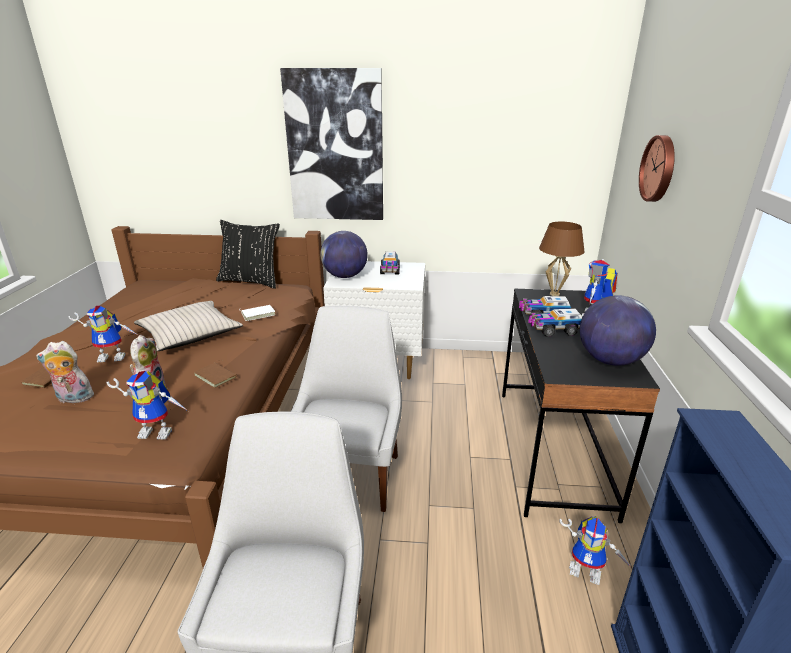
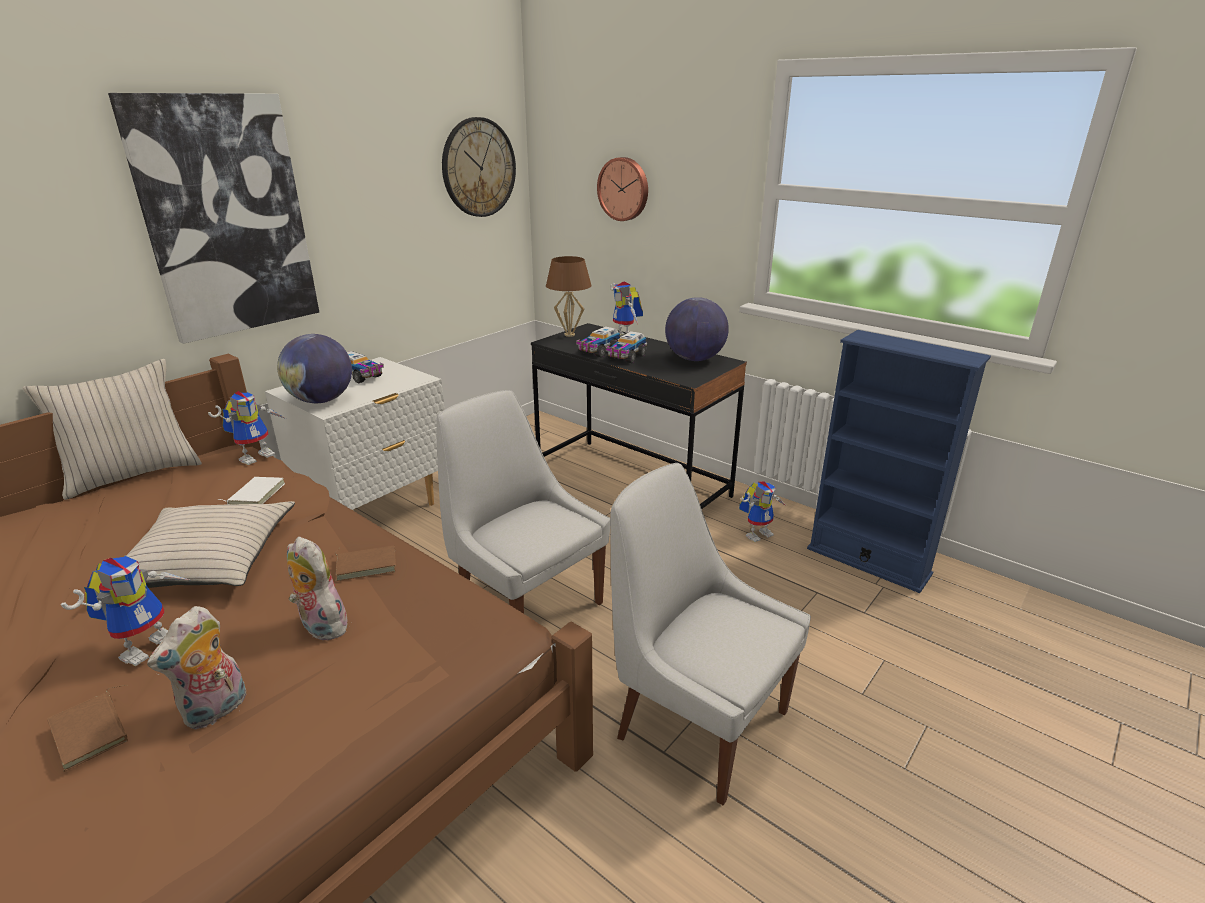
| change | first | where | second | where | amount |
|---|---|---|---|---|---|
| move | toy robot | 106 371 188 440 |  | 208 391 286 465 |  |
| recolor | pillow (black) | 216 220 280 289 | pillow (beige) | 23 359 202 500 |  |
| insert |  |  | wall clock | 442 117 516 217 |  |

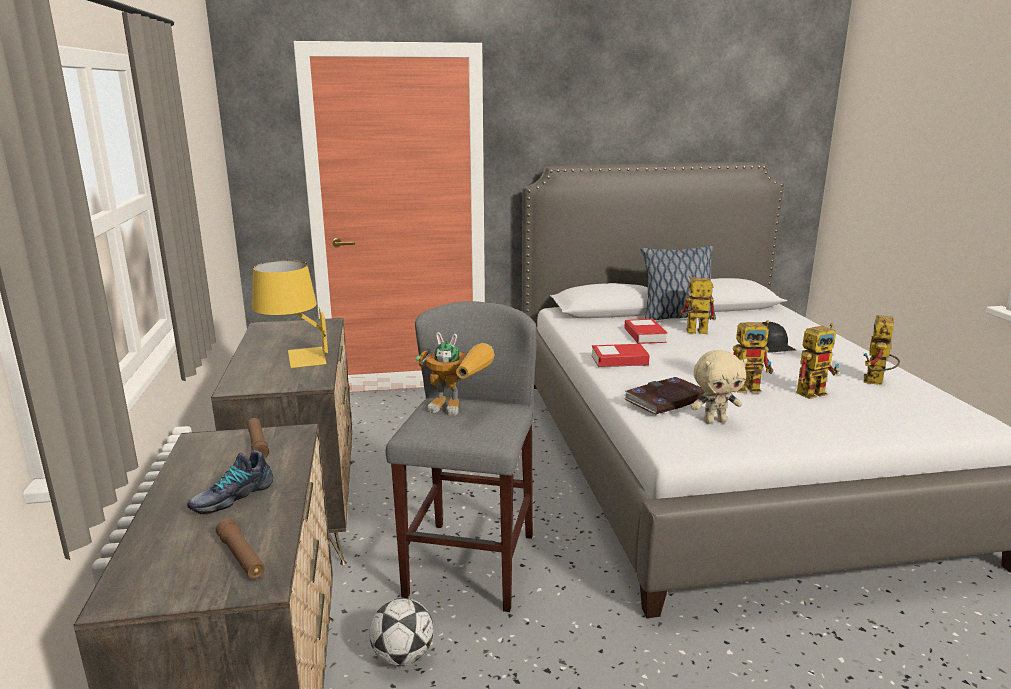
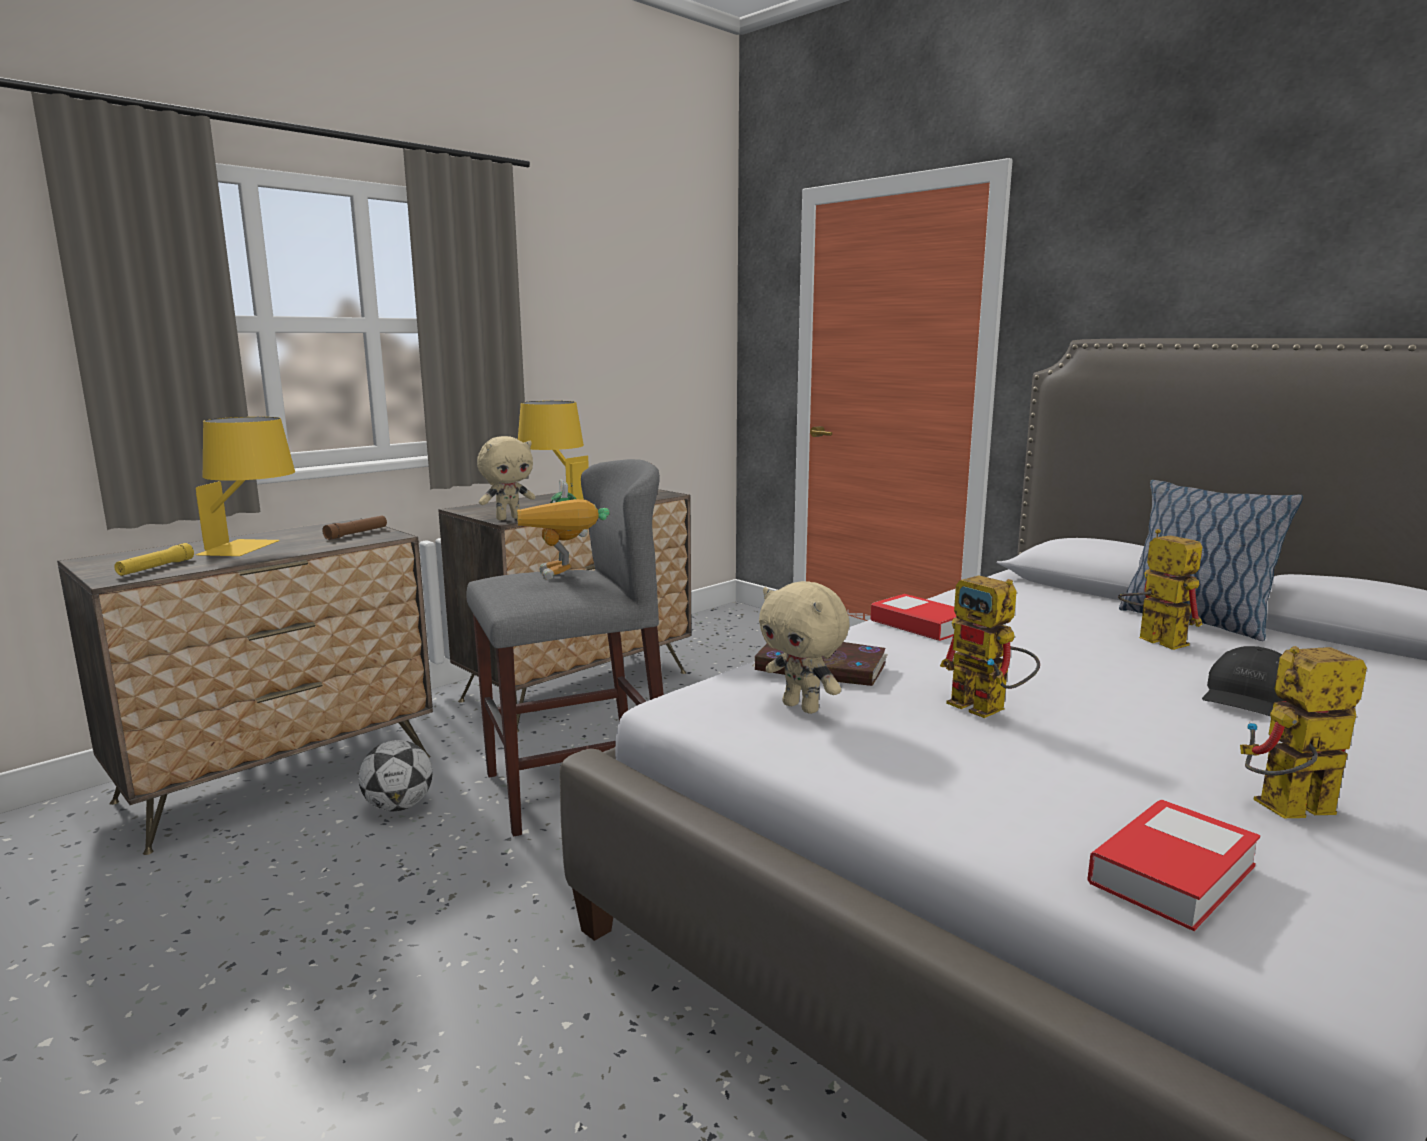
| change | first | where | second | where | amount |
|---|---|---|---|---|---|
| replace | shoe | 187 450 273 515 | table lamp (yellow) | 195 417 295 556 |  |
| recolor | flashlight (brown) | 216 519 265 579 | flashlight (yellow) | 114 543 194 576 |  |
| move | book | 624 319 667 344 |  | 1087 800 1261 931 |  |
| delete | toy robot | 796 323 839 399 |  |  |  |
| insert |  |  | plush toy (beige) | 477 436 535 520 |  |

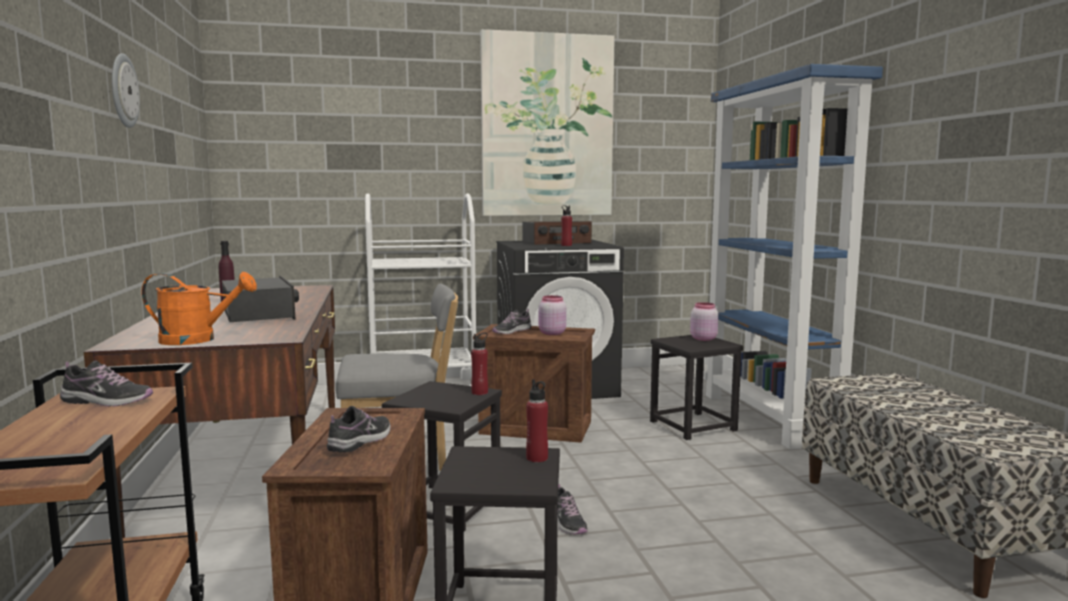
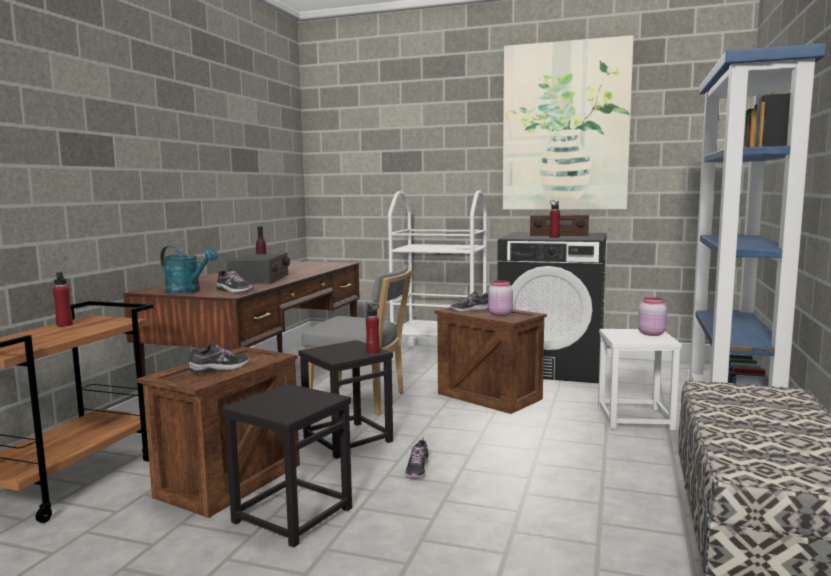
| change | first | where | second | where | amount |
|---|---|---|---|---|---|
| move | shoe | 60 361 153 407 |  | 216 268 254 293 |  |
| delete | wall clock | 112 53 140 128 |  |  |  |
| recolor | watering can (orange) | 141 272 257 345 | watering can (turquoise) | 160 246 218 294 |  |
| move | bottle (red) | 526 379 548 462 |  | 53 272 73 327 |  |
| recolor | stool (black) | 650 335 743 440 | stool (white) | 598 329 682 430 |  |

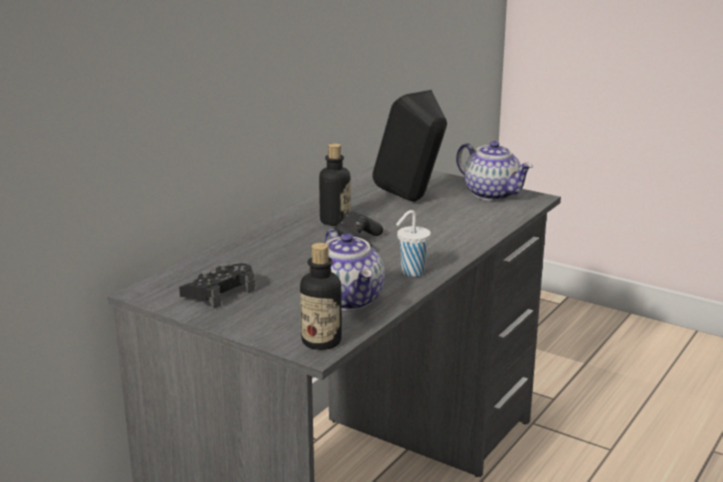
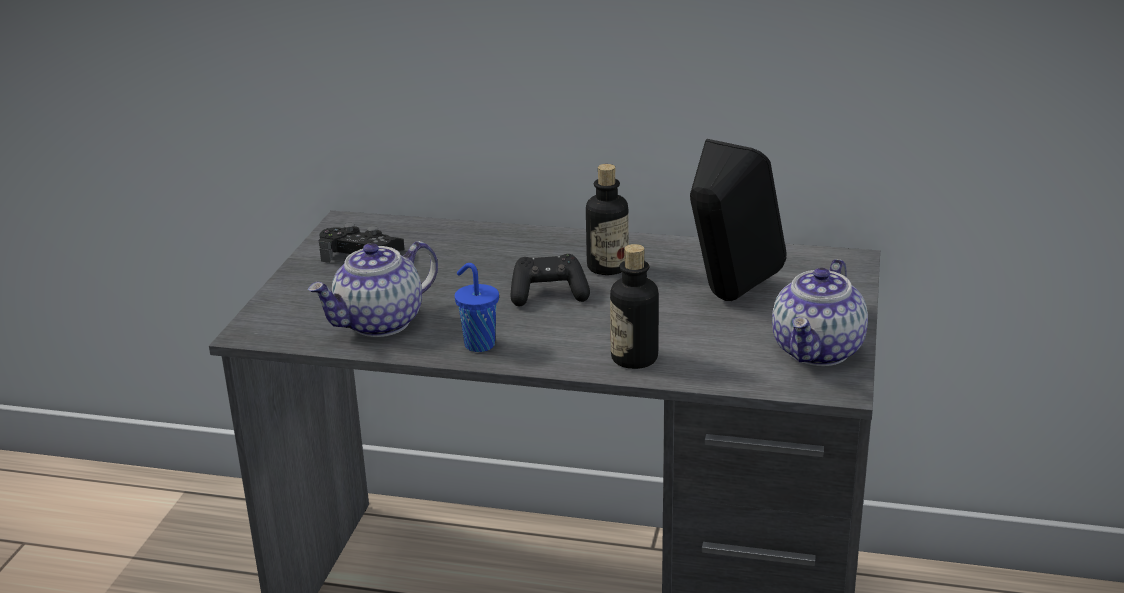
| change | first | where | second | where | amount |
|---|---|---|---|---|---|
| move | bottle | 300 243 342 350 |  | 610 244 659 369 |  |
| recolor | cup (white) | 396 210 431 277 | cup (blue) | 455 263 499 352 |  |

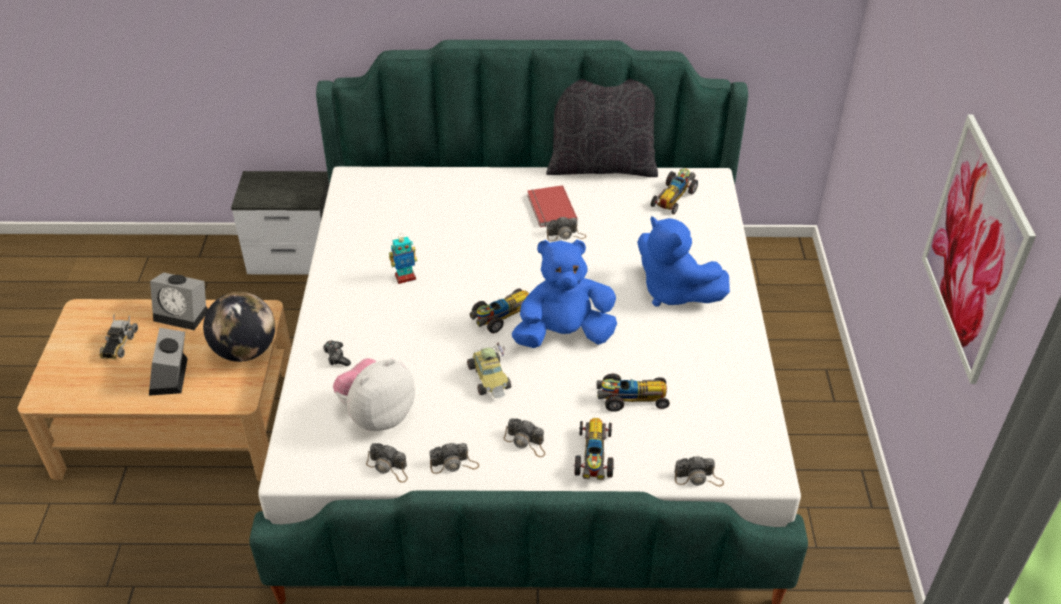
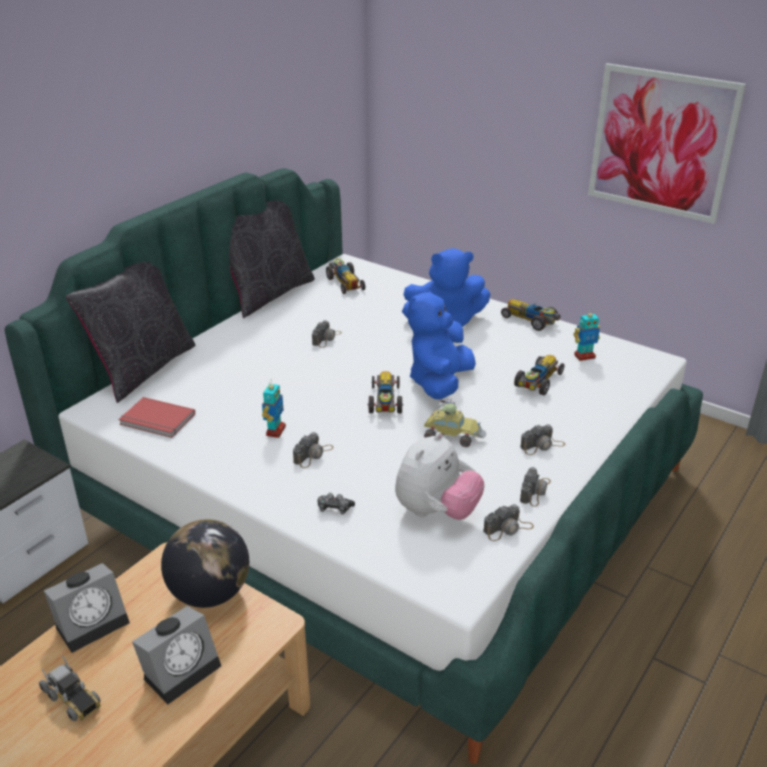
| change | first | where | second | where | amount |
|---|---|---|---|---|---|
| rotate | alarm clock | 149 328 188 396 |  | 132 606 221 704 | 75 degrees counterclockwise |
| rotate | plush toy | 333 358 415 431 |  | 395 432 484 520 | 135 degrees counterclockwise |
| move | book (red) | 527 185 577 227 |  | 118 397 195 438 |  |
| move | toy car | 573 418 615 480 |  | 501 299 560 331 |  |
| move | photo camera | 675 456 724 487 |  | 293 432 334 468 |  |
| insert |  |  | pillow (black) | 66 262 195 403 |  |
| insert |  |  | toy robot | 574 312 600 361 |  |

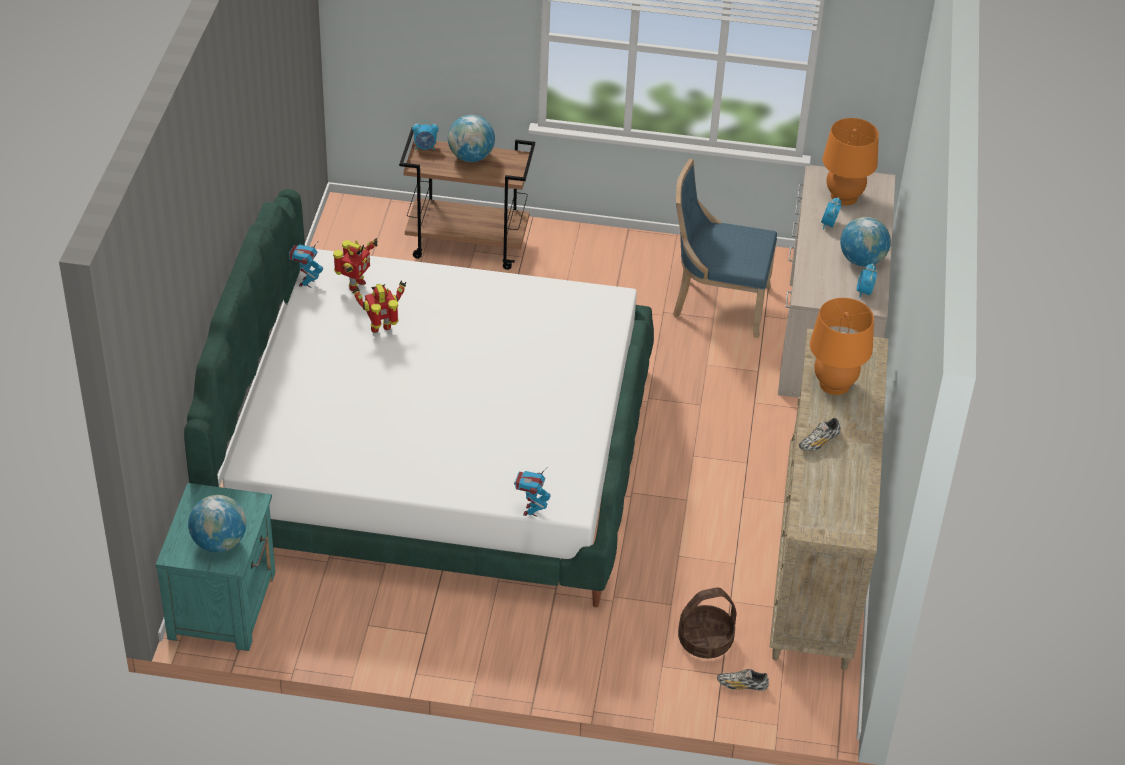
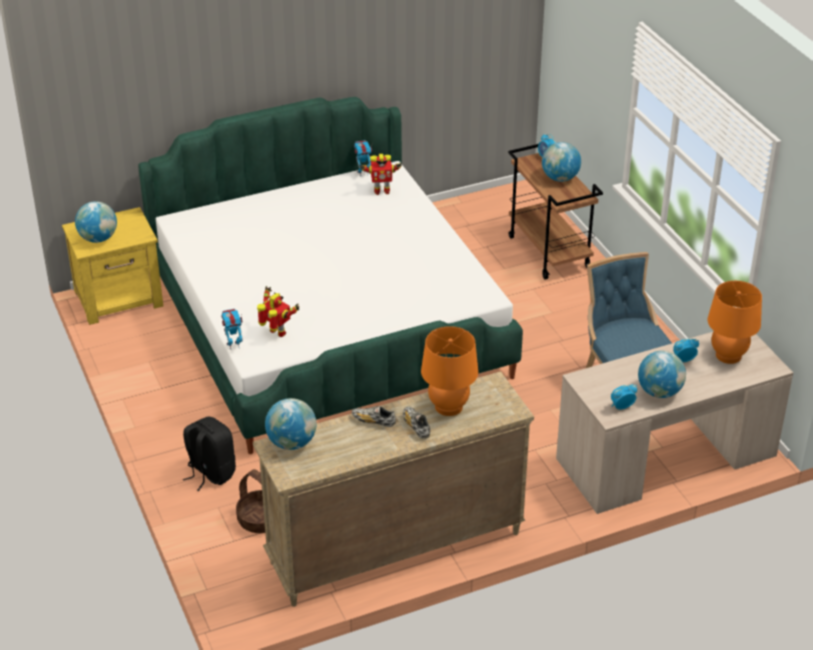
| change | first | where | second | where | amount |
|---|---|---|---|---|---|
| recolor | nightstand (turquoise) | 155 483 275 651 | nightstand (yellow) | 62 207 163 325 |  |
| move | toy robot | 352 281 407 333 |  | 257 286 299 337 |  |
| move | shoe | 717 669 769 691 |  | 403 406 430 439 |  |
| insert |  |  | backpack (black) | 183 416 236 491 |  |
| insert |  |  | globe | 265 398 317 450 |  |

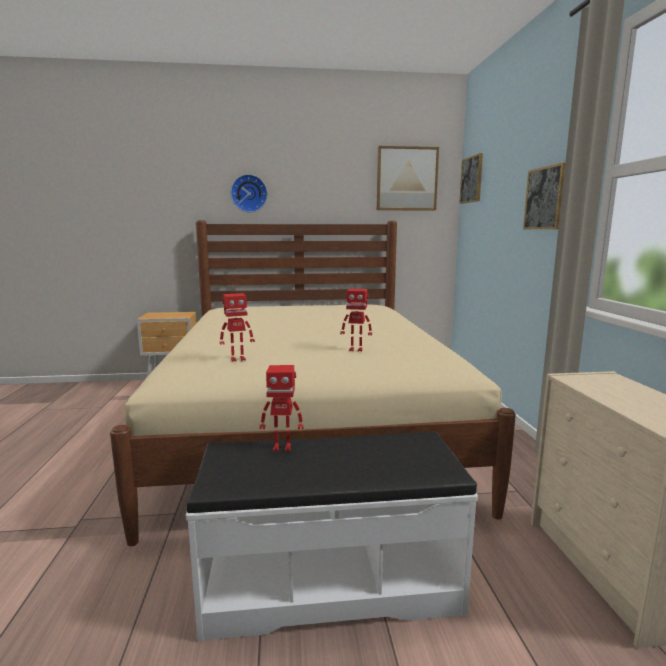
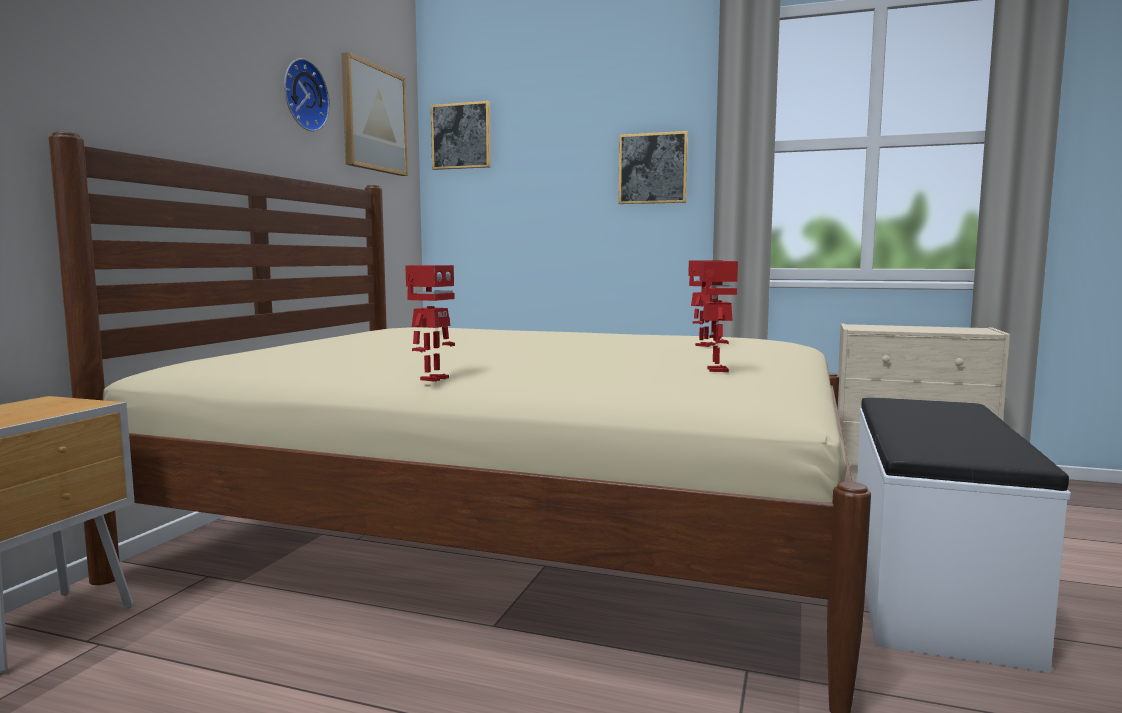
| change | first | where | second | where | amount |
|---|---|---|---|---|---|
| move | wall clock | 230 174 268 213 |  | 284 58 330 132 |  |
| move | toy robot | 259 365 304 452 |  | 405 265 455 382 |  |

